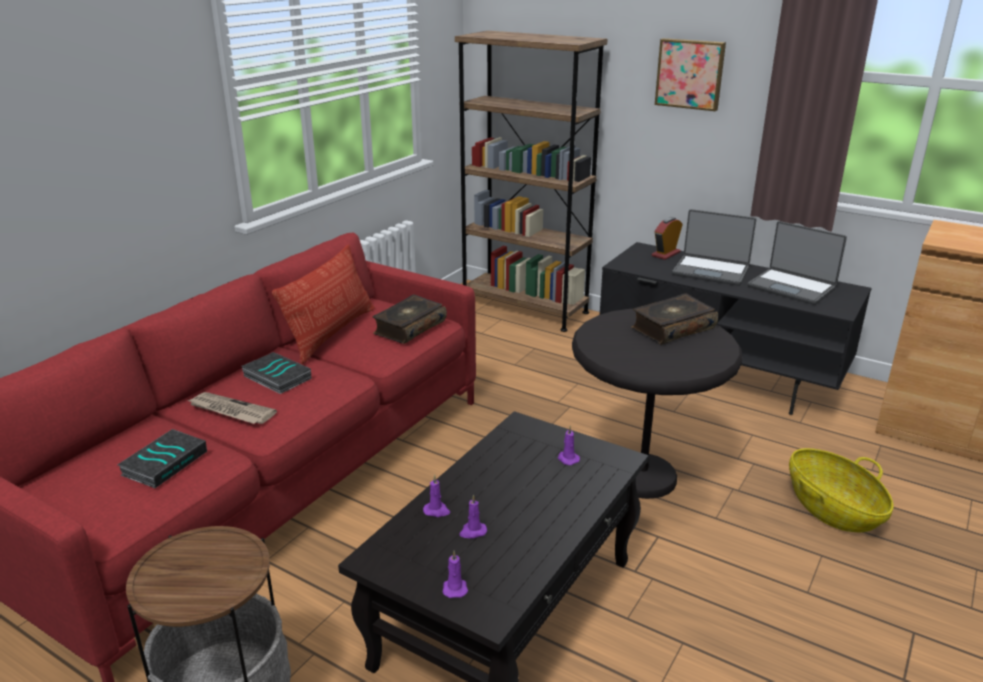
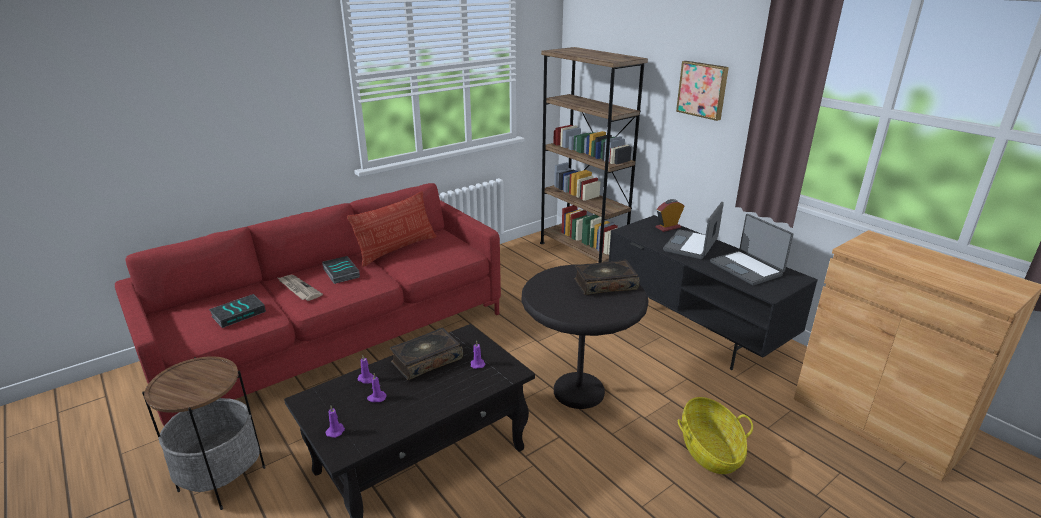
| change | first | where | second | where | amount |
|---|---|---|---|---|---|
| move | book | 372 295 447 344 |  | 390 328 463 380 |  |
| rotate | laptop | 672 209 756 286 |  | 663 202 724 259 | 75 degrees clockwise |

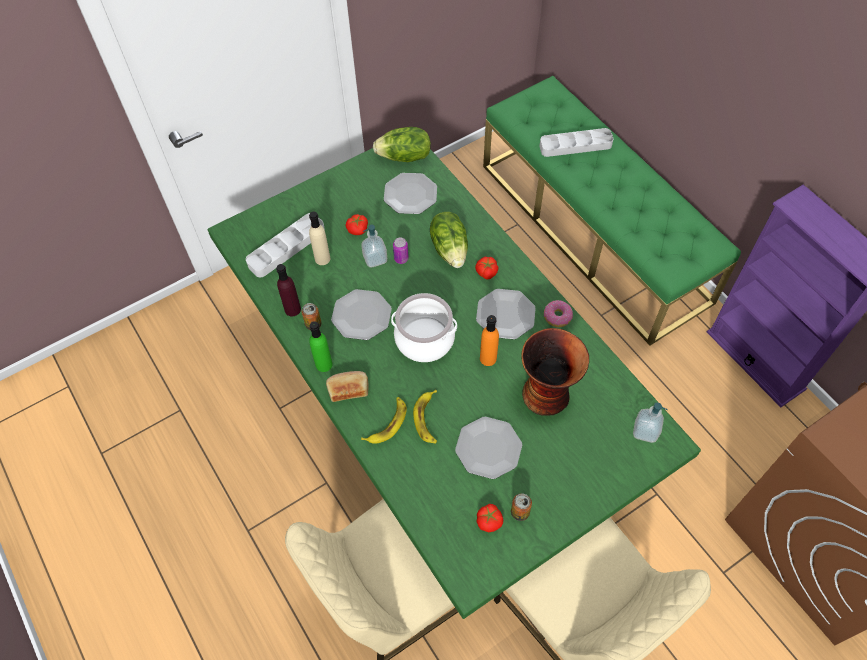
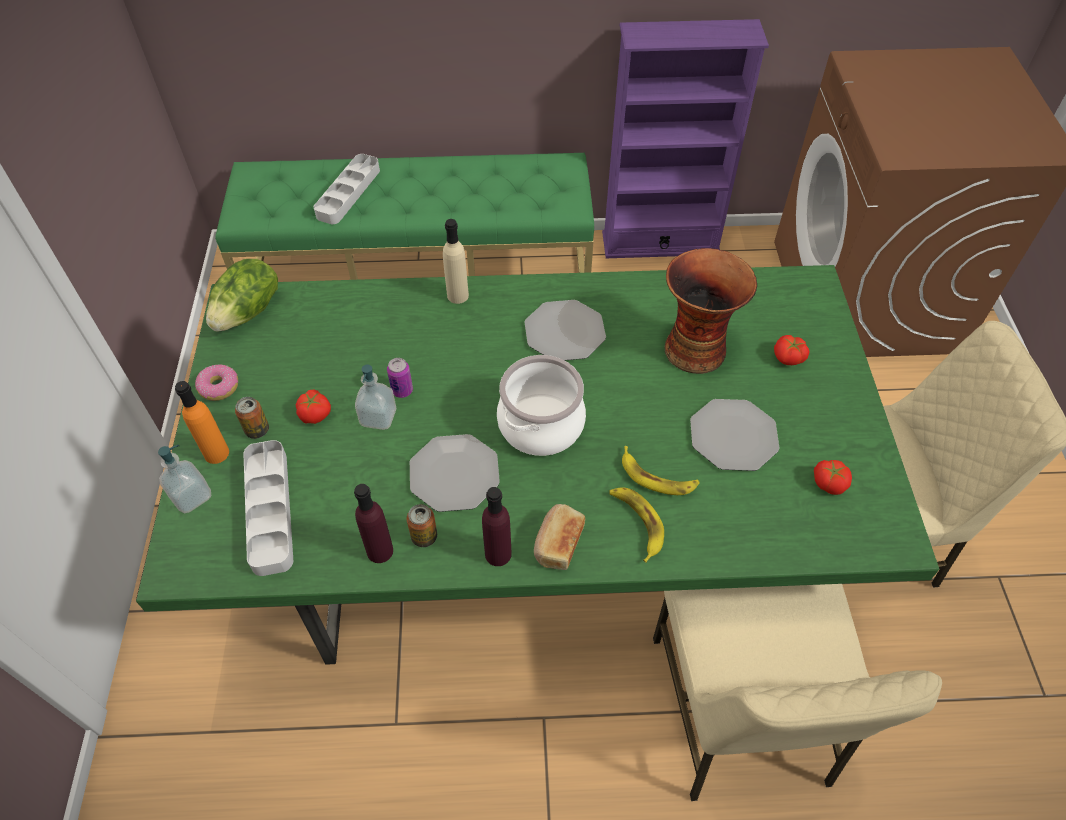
| change | first | where | second | where | amount |
|---|---|---|---|---|---|
| move | bottle (beige) | 309 211 331 265 |  | 443 219 469 304 |  |
| recolor | bottle (green) | 309 321 333 372 | bottle (purple) | 482 487 512 566 |  |
| delete | plate | 384 173 437 214 |  |  |  |
| delete | lettuce | 430 212 468 268 |  |  |  |
| move | tomato | 475 257 499 279 |  | 774 335 810 365 |  |
| move | bottle (orange) | 480 315 499 366 |  | 175 381 229 464 |  |
| move | can | 511 494 532 521 |  | 235 397 269 439 |  |
| move | donut | 544 300 573 327 |  | 195 365 238 401 |  |
| move | soap dispenser | 633 402 668 443 |  | 158 445 212 513 |  |

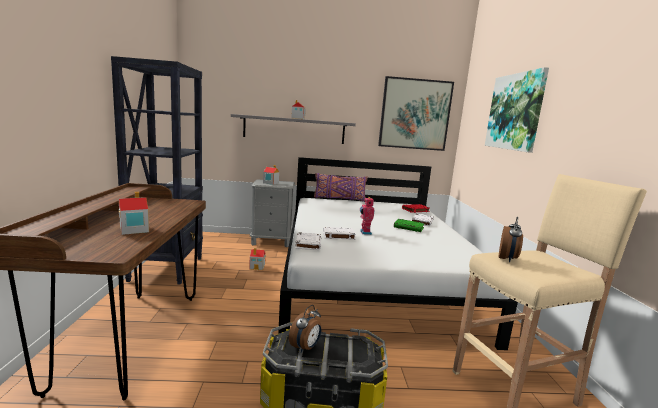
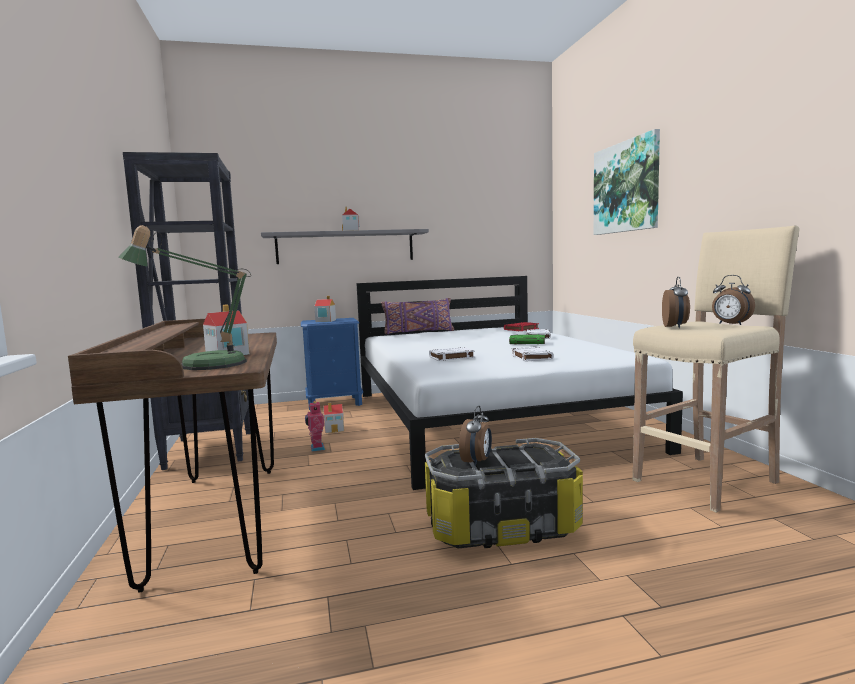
| change | first | where | second | where | amount |
|---|---|---|---|---|---|
| recolor | nightstand (grey) | 250 179 295 247 | nightstand (blue) | 301 318 363 410 |  |
| move | book (white) | 296 232 321 250 |  | 511 347 554 362 |  |
| move | toy robot | 360 197 374 235 |  | 305 400 325 452 |  |
| delete | picture | 378 76 454 151 |  |  |  |
| insert |  |  | table lamp | 118 225 251 370 |  |
| insert |  |  | alarm clock | 712 275 755 325 |  |

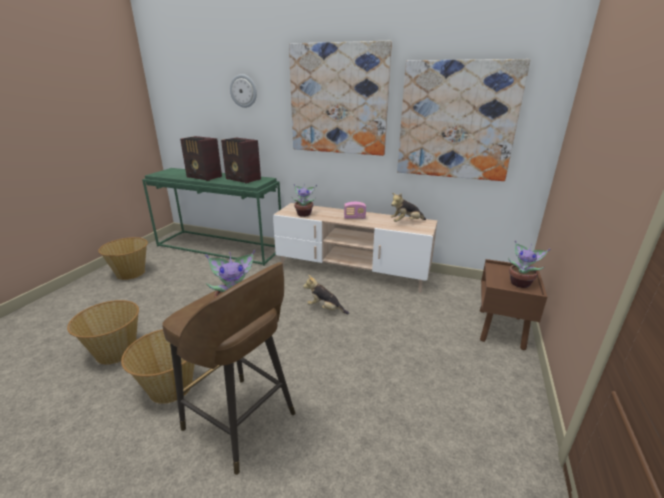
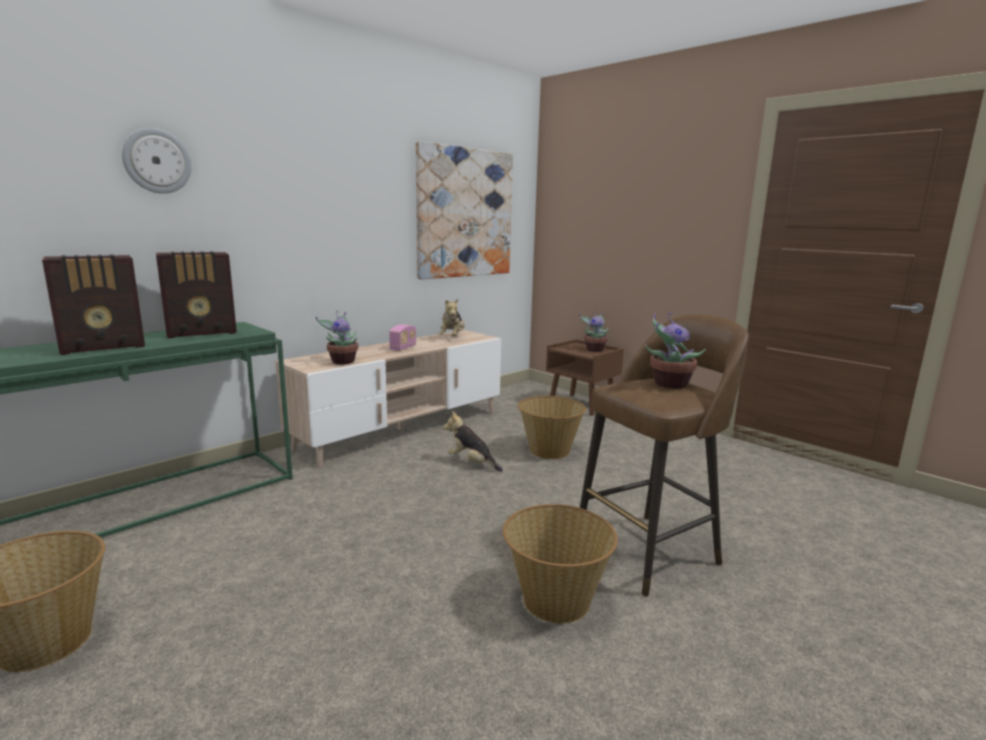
| change | first | where | second | where | amount |
|---|---|---|---|---|---|
| move | basket | 67 300 139 364 |  | 518 396 586 459 |  |
| delete | picture | 289 41 392 156 |  |  |  |
| rotate | plush toy | 303 275 349 314 |  | 443 411 503 472 | 75 degrees clockwise |

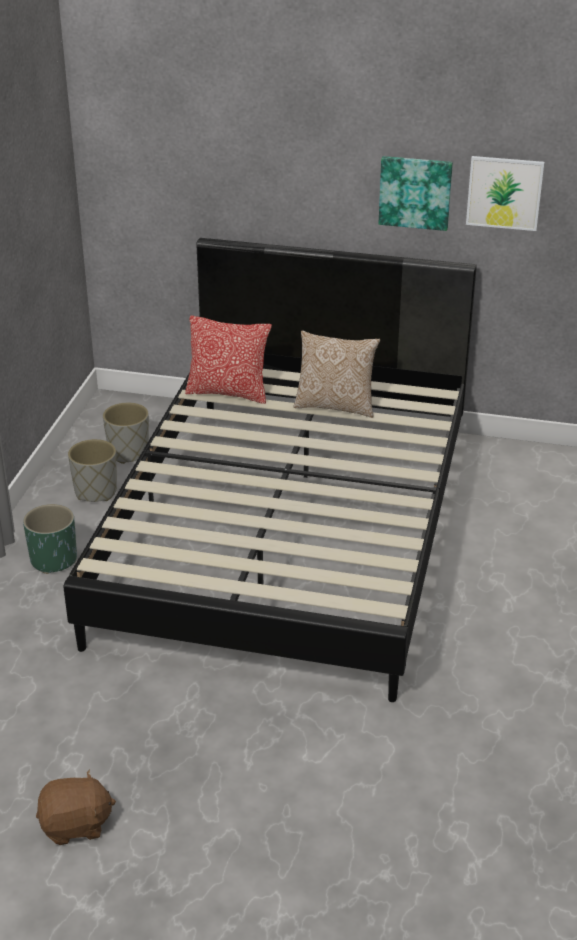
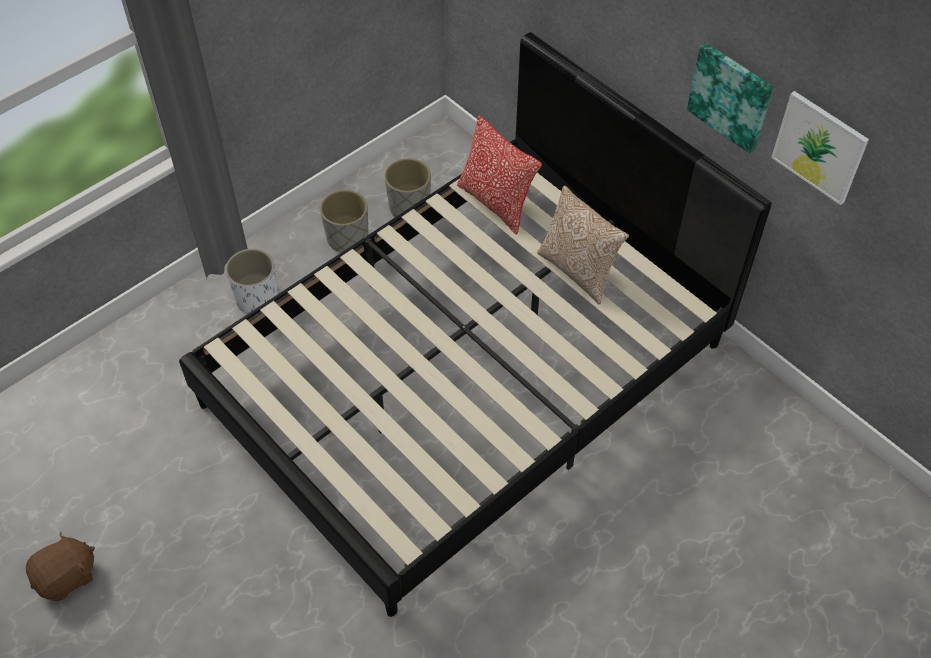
| change | first | where | second | where | amount |
|---|---|---|---|---|---|
| recolor | planter (green) | 23 504 77 574 | planter (white) | 226 249 279 313 |  |
| rotate | plush toy (brown) | 36 769 116 845 |  | 26 531 95 601 | 60 degrees counterclockwise |

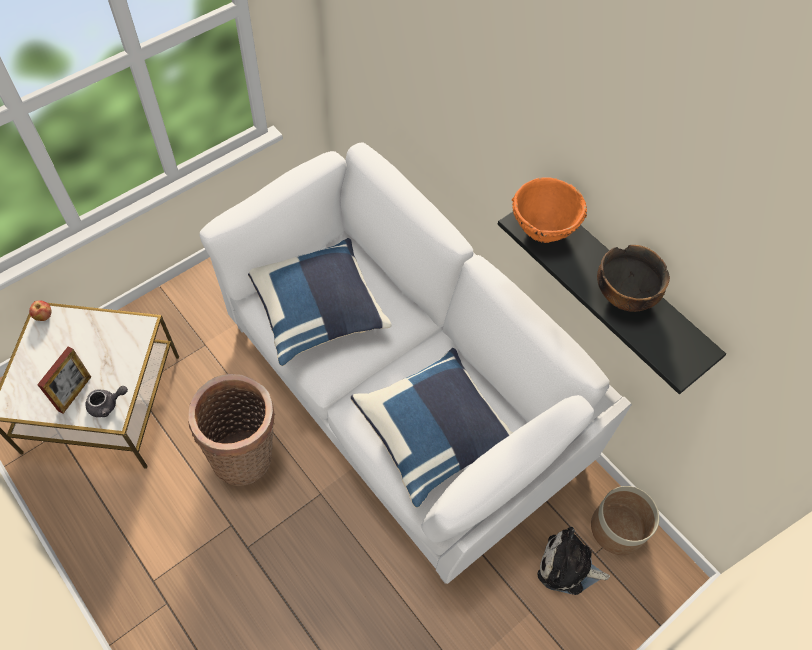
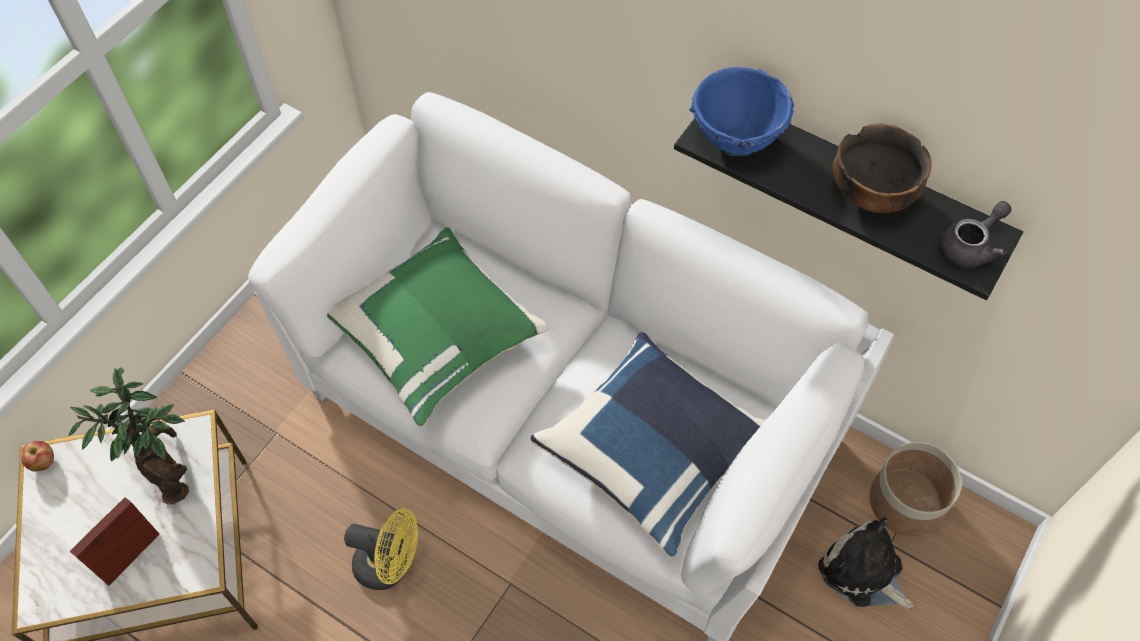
| change | first | where | second | where | amount |
|---|---|---|---|---|---|
| rotate | picture frame | 37 347 91 414 |  | 70 497 160 586 | 150 degrees counterclockwise |
| move | teapot (grey) | 85 386 128 417 |  | 939 201 1012 268 |  |
| replace | basket | 188 374 275 486 | fan (yellow) | 344 508 418 590 |  |
| recolor | pillow (blue) | 248 238 392 366 | pillow (green) | 327 227 548 427 |  |
| recolor | bowl (orange) | 512 177 587 243 | bowl (blue) | 689 67 794 156 |  |
| rotate | plush toy | 538 527 610 595 |  | 818 517 913 609 | 45 degrees clockwise |
| insert |  |  | potted plant | 69 368 189 504 |  |

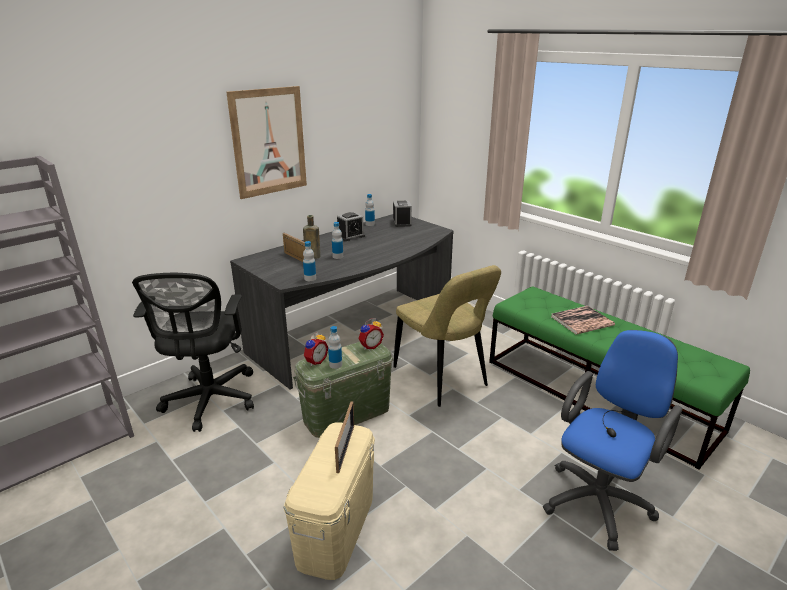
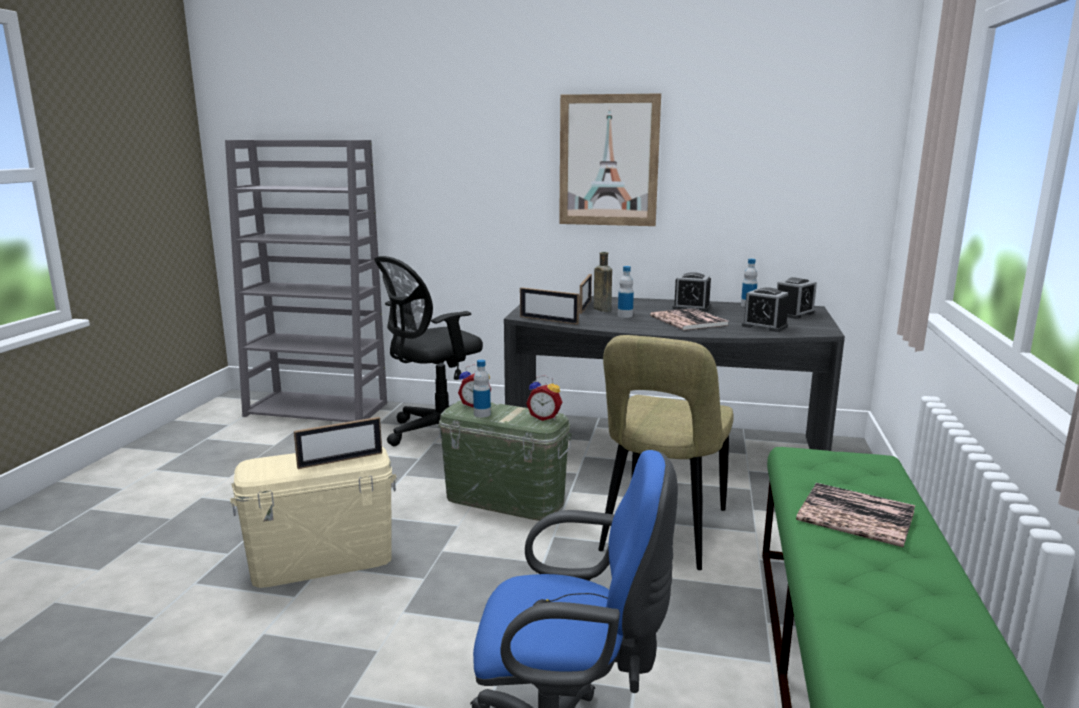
| change | first | where | second | where | amount |
|---|---|---|---|---|---|
| replace | bottle | 303 241 316 281 | picture frame | 520 287 579 325 |  |
| insert |  |  | book | 650 308 729 330 |  |
| insert |  |  | alarm clock | 742 287 789 332 |  |

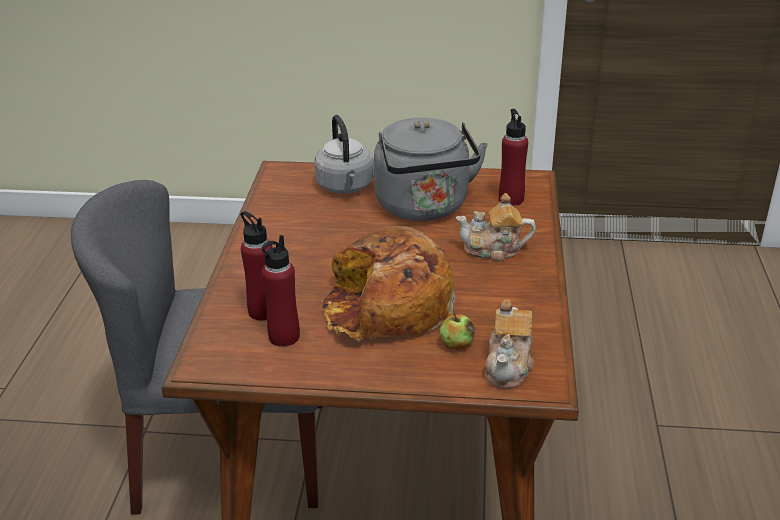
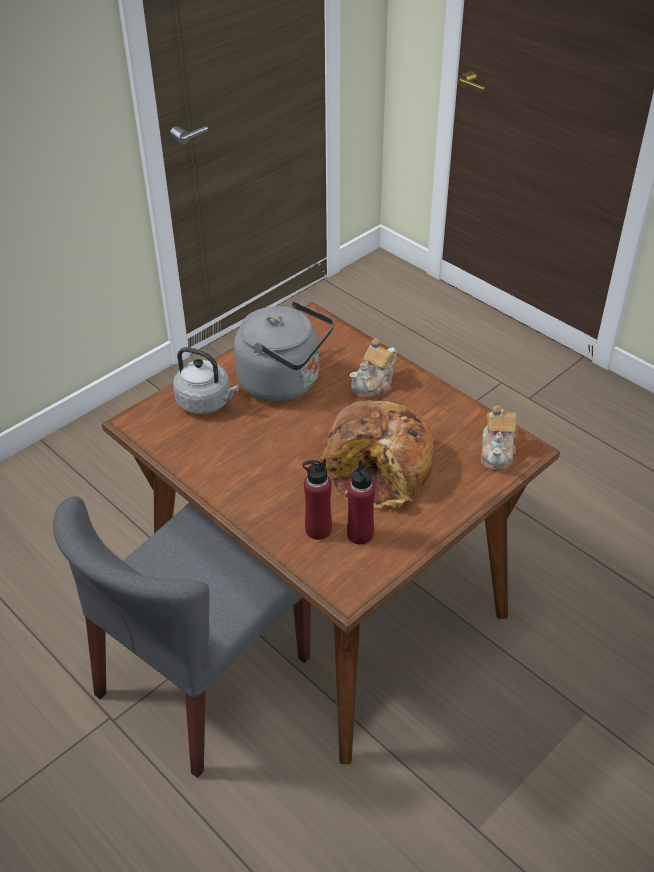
| change | first | where | second | where | amount |
|---|---|---|---|---|---|
| delete | apple | 440 314 475 350 |  |  |  |
| rotate | teapot | 485 299 534 389 |  | 481 405 516 471 | 45 degrees clockwise |
| delete | bottle (red) | 499 109 528 206 |  |  |  |

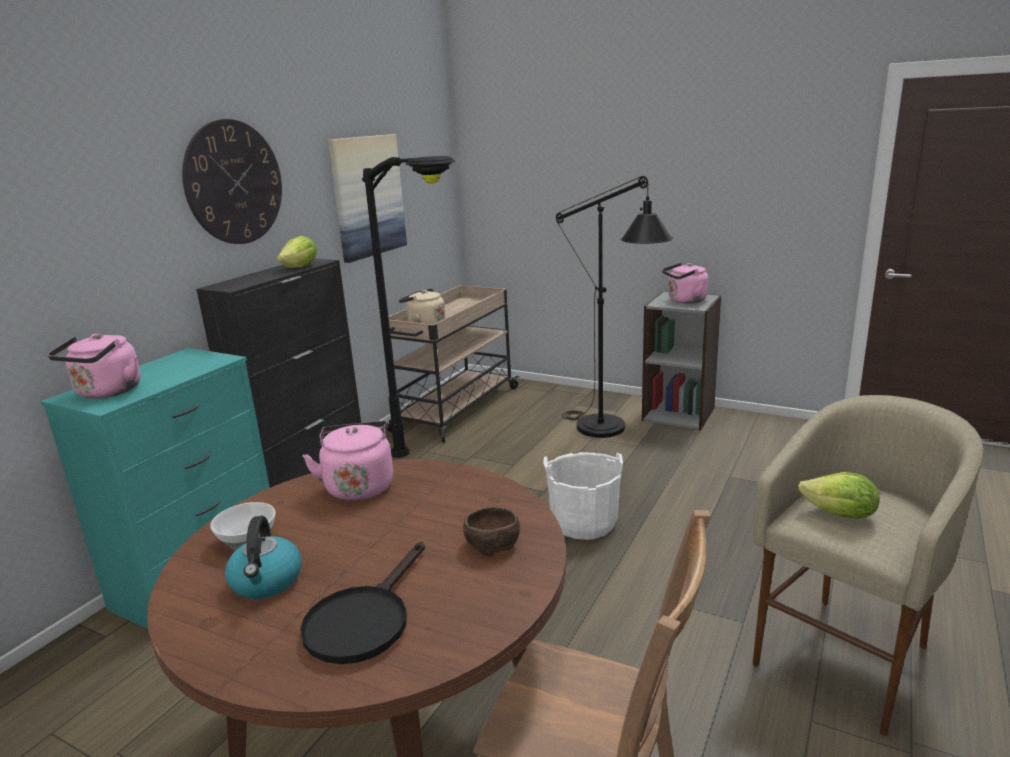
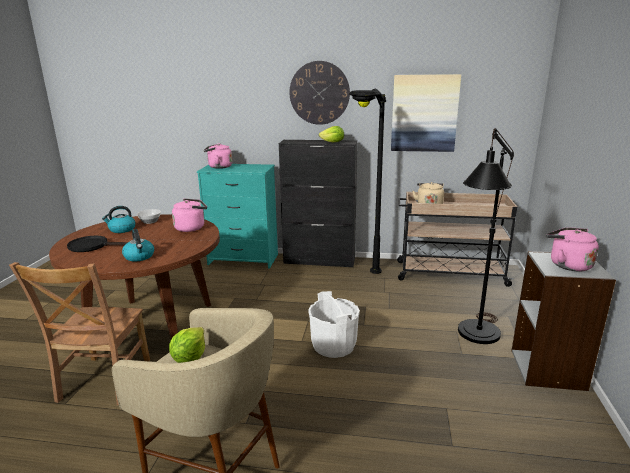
| change | first | where | second | where | amount |
|---|---|---|---|---|---|
| replace | bowl (brown) | 463 507 520 556 | kettle | 122 229 154 262 |  |

